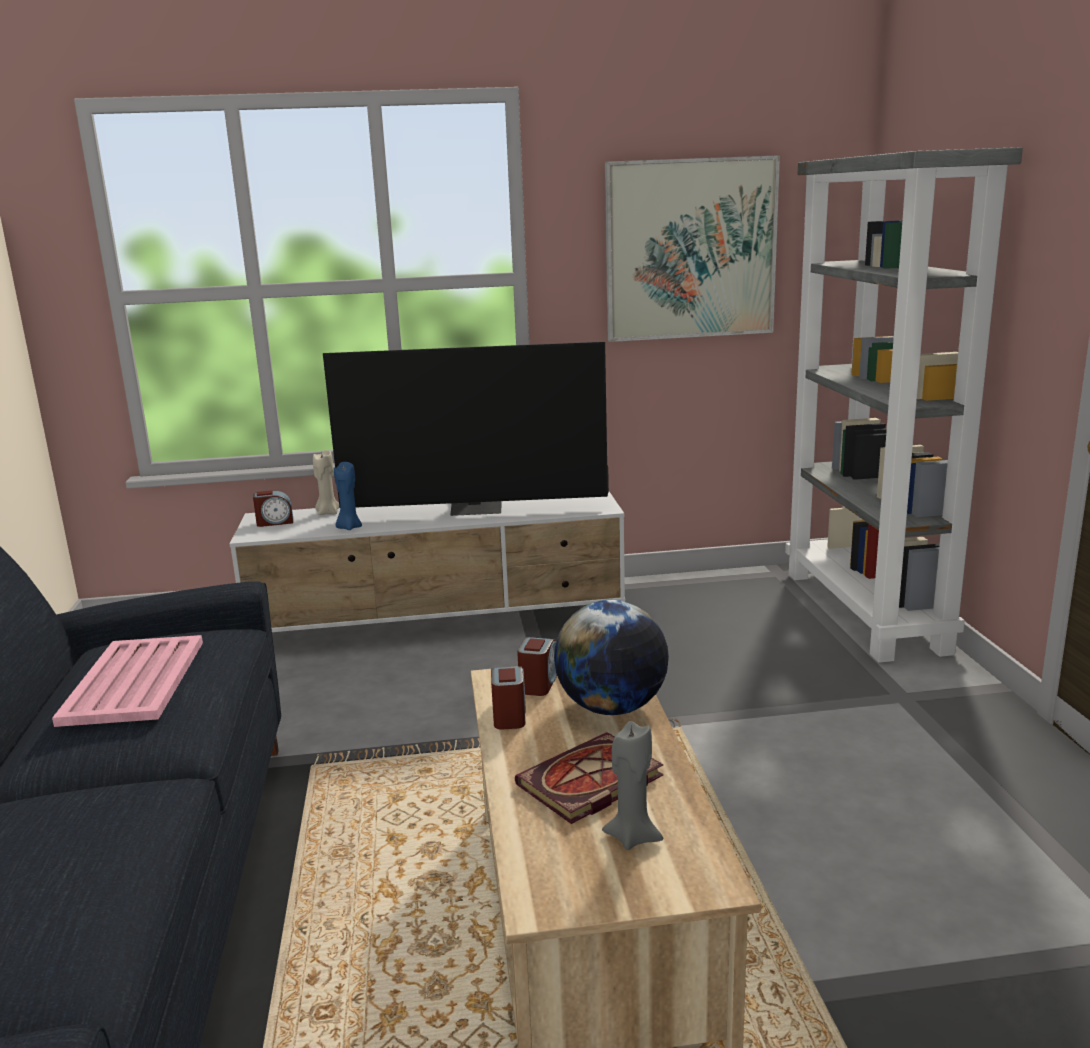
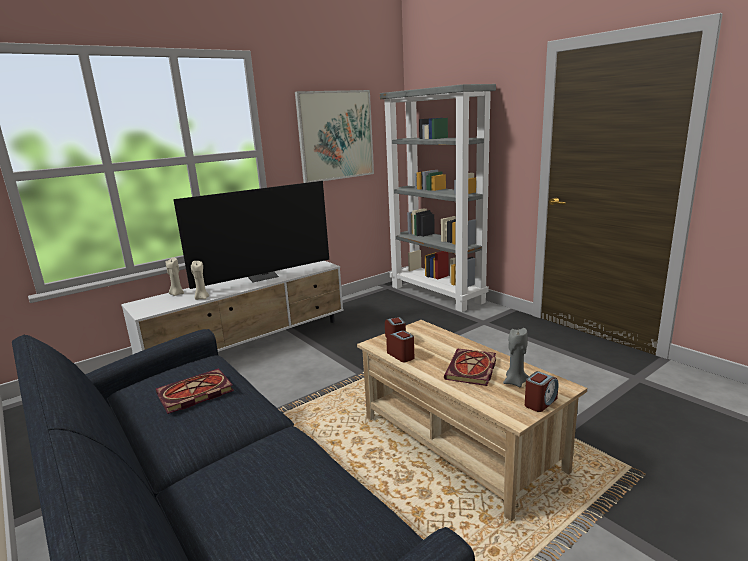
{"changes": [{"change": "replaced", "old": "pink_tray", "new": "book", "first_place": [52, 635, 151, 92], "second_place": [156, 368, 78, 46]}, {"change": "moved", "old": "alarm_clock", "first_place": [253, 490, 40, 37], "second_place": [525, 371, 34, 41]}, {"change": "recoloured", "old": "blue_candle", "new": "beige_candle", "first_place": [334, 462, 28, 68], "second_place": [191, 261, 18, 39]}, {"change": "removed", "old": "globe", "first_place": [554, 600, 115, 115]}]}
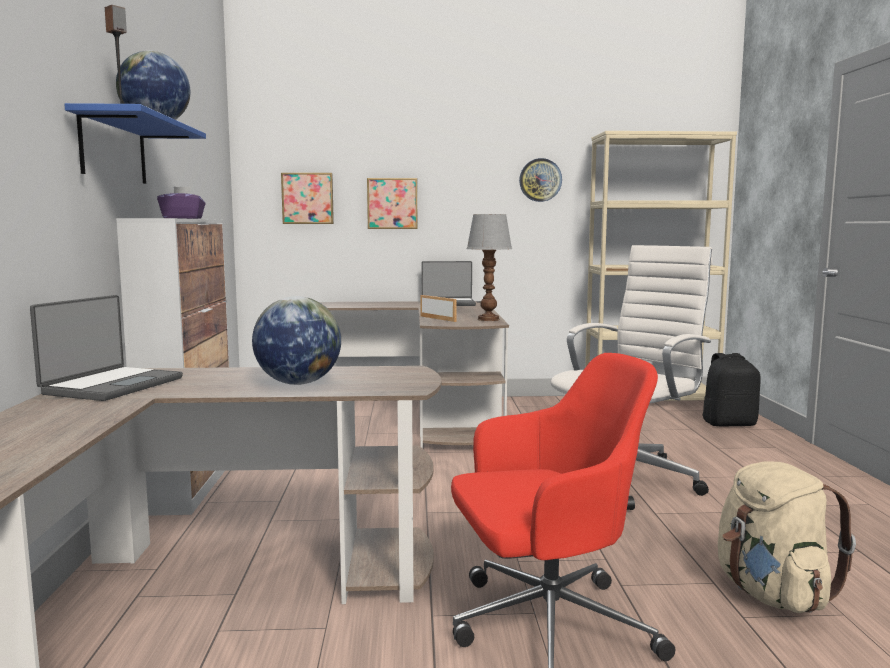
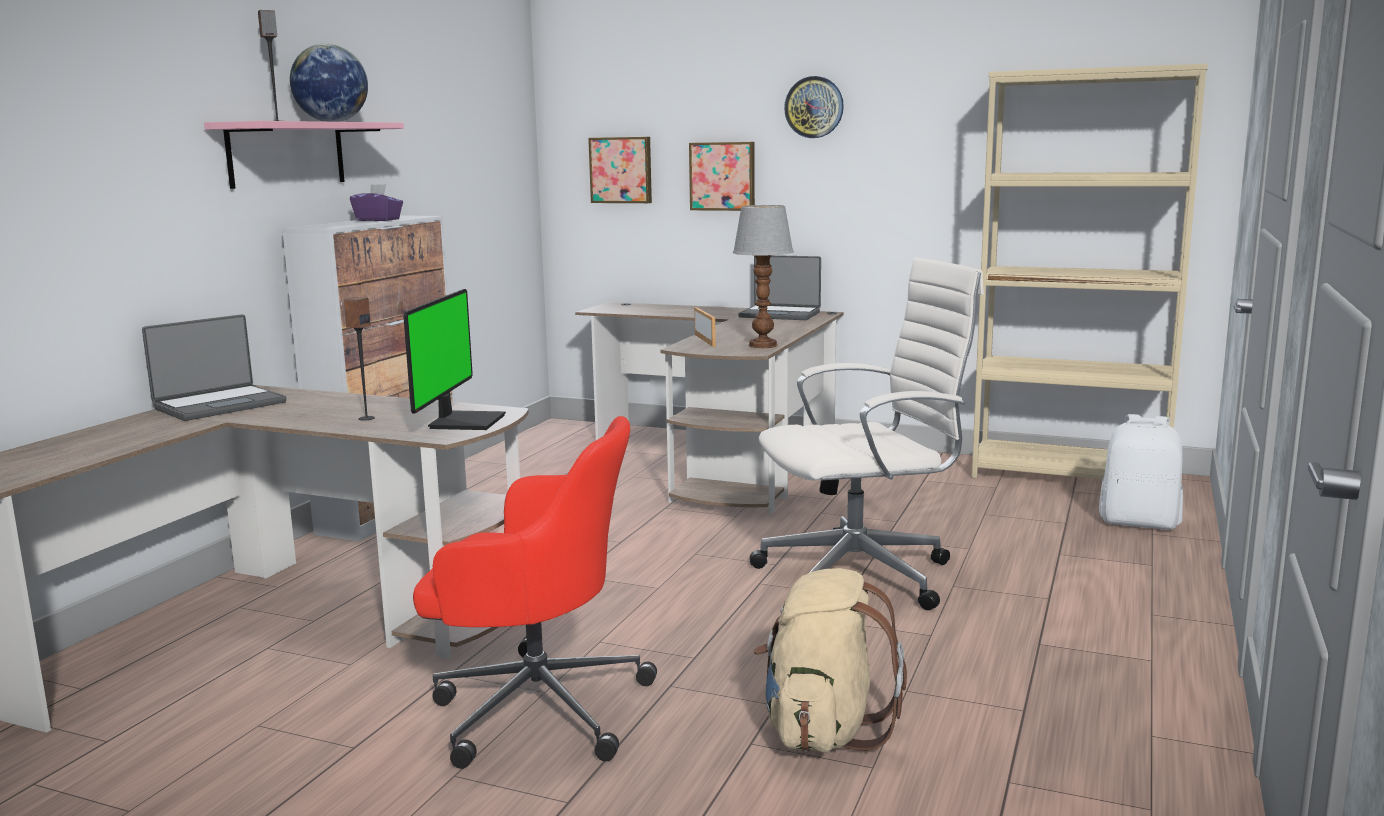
{"changes": [{"change": "recoloured", "old": "blue_shelf", "new": "pink_shelf", "first_place": [64, 103, 142, 81], "second_place": [204, 121, 200, 68]}, {"change": "replaced", "old": "globe", "new": "speaker", "first_place": [252, 296, 89, 89], "second_place": [343, 297, 32, 124]}, {"change": "moved", "old": "wall_clock", "first_place": [519, 158, 43, 44], "second_place": [784, 76, 60, 62]}, {"change": "recoloured", "old": "black_backpack", "new": "white_backpack", "first_place": [702, 353, 59, 73], "second_place": [1099, 414, 84, 116]}, {"change": "added", "new": "monitor", "second_place": [403, 289, 103, 141]}]}
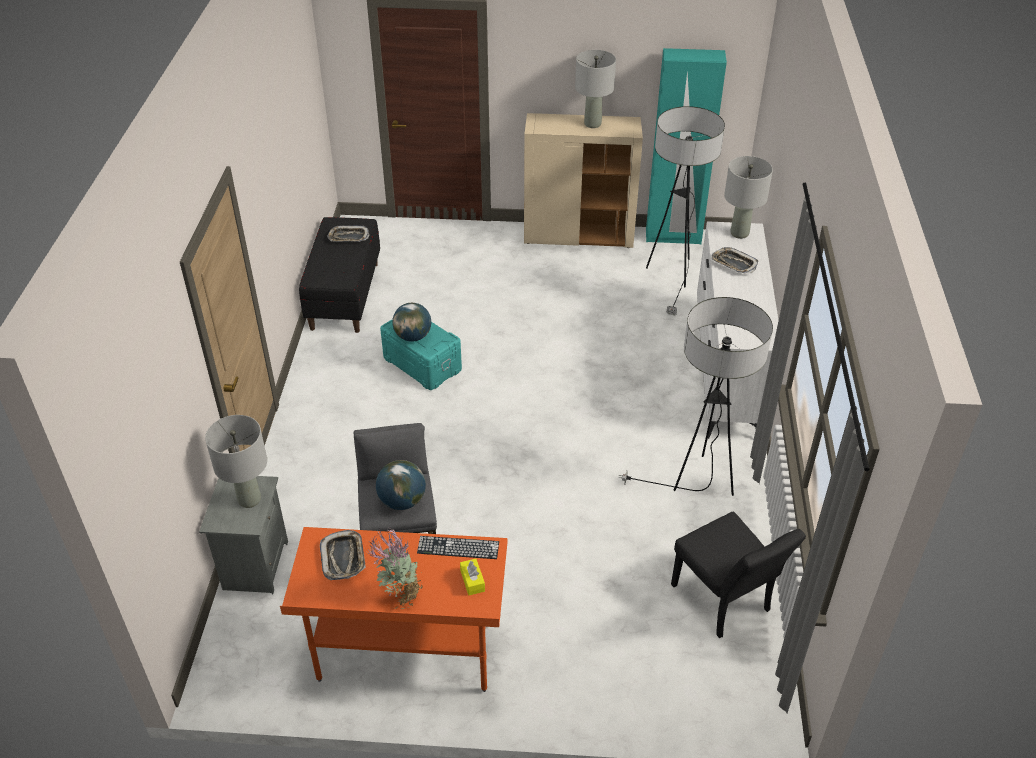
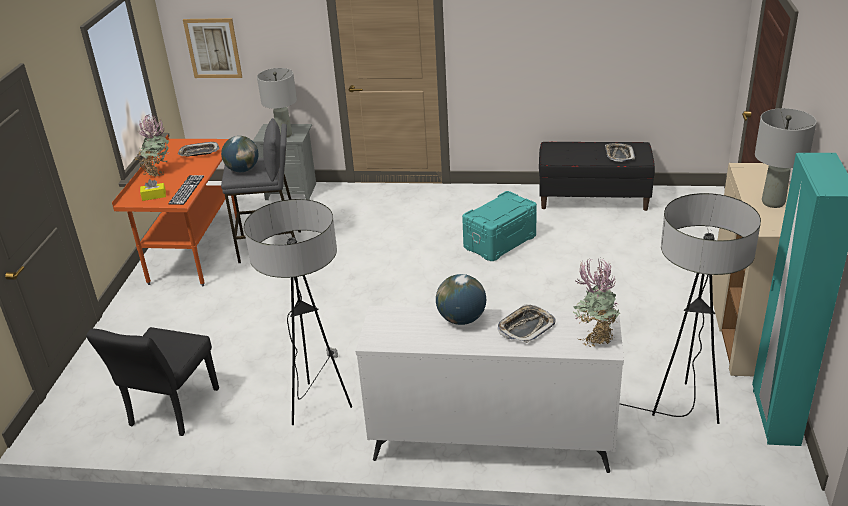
{"changes": [{"change": "moved", "old": "globe", "first_place": [392, 303, 39, 39], "second_place": [436, 274, 50, 51]}, {"change": "turned", "old": "black_chair", "first_place": [671, 512, 135, 126], "second_place": [86, 327, 133, 109], "degrees": -45}, {"change": "replaced", "old": "grey_table_lamp", "new": "potted_plant", "first_place": [724, 156, 49, 83], "second_place": [573, 259, 48, 88]}, {"change": "added", "new": "picture", "second_place": [183, 18, 59, 60]}]}
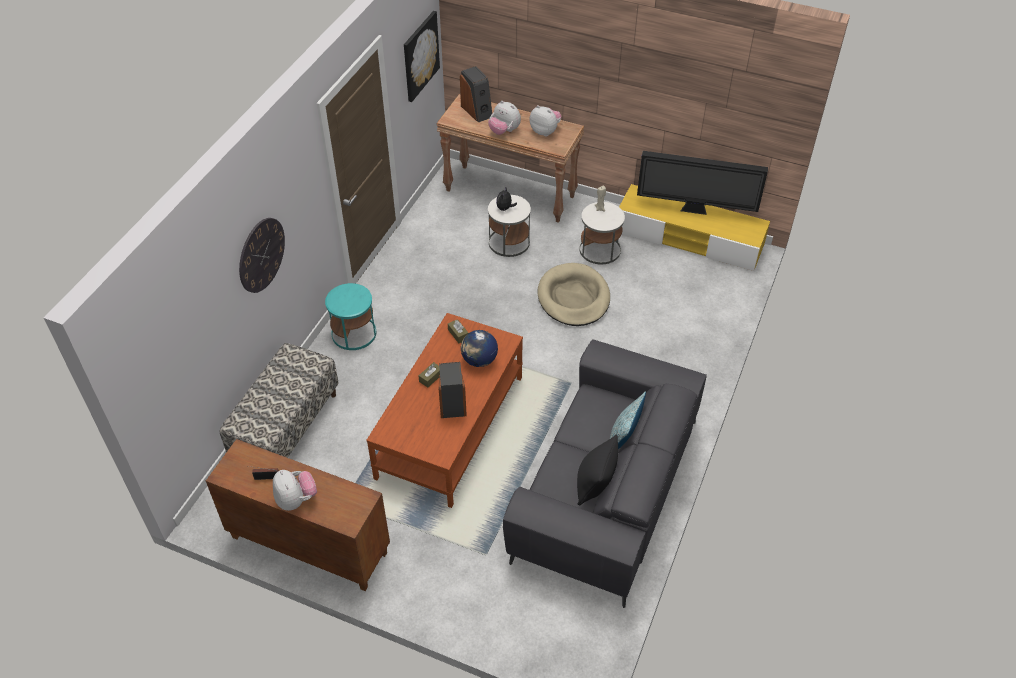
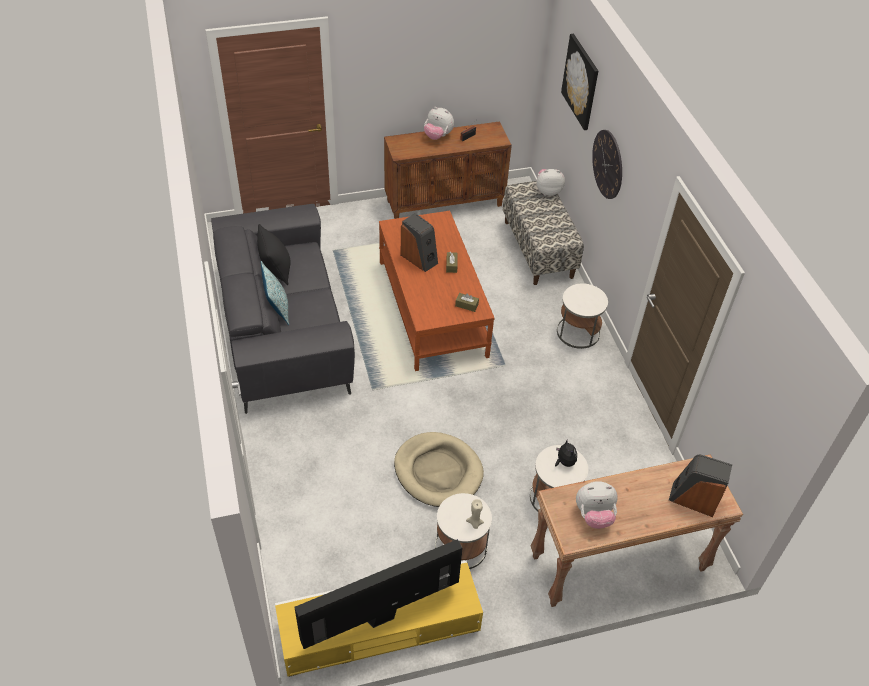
{"changes": [{"change": "recoloured", "old": "turquoise_side_table", "new": "white_side_table", "first_place": [325, 283, 51, 67], "second_place": [557, 283, 51, 66]}, {"change": "moved", "old": "picture", "first_place": [404, 11, 36, 91], "second_place": [561, 34, 37, 96]}, {"change": "removed", "old": "globe", "first_place": [461, 330, 37, 37]}, {"change": "moved", "old": "plush_toy", "first_place": [488, 101, 33, 34], "second_place": [536, 169, 29, 27]}]}
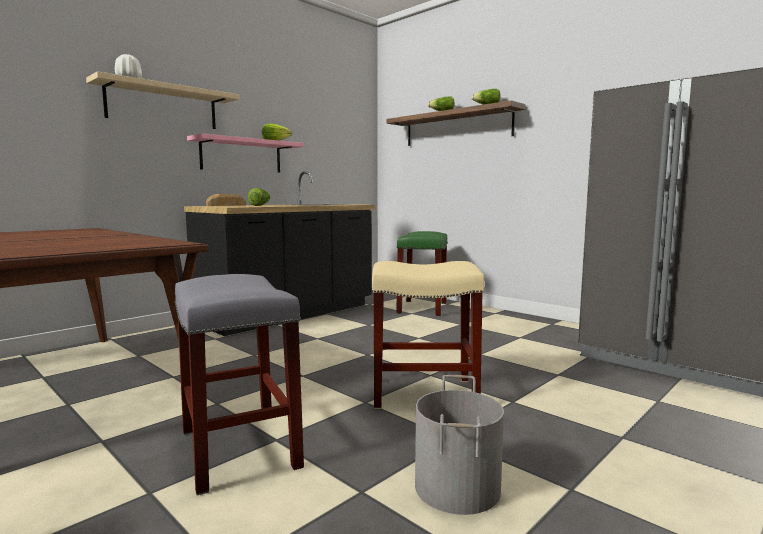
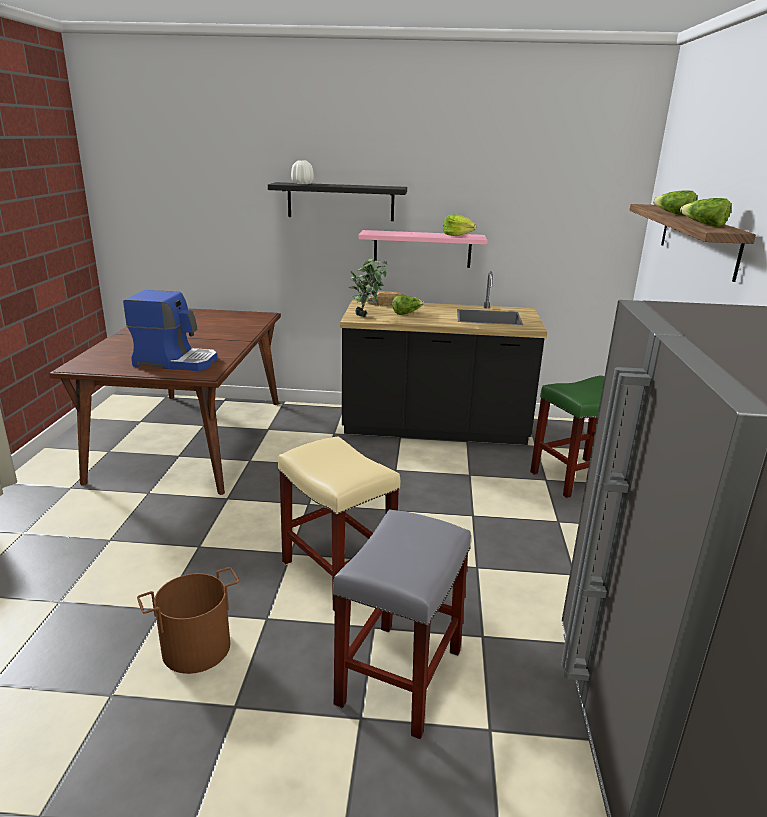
{"changes": [{"change": "recoloured", "old": "beige_shelf", "new": "black_shelf", "first_place": [86, 71, 153, 58], "second_place": [268, 182, 139, 39]}, {"change": "moved", "old": "grey_stool", "first_place": [174, 274, 130, 221], "second_place": [333, 510, 138, 229]}, {"change": "recoloured", "old": "grey_bucket", "new": "brown_bucket", "first_place": [415, 375, 89, 140], "second_place": [137, 567, 102, 107]}, {"change": "added", "new": "coffee_machine", "second_place": [123, 290, 94, 81]}, {"change": "added", "new": "potted_plant", "second_place": [349, 258, 39, 59]}]}
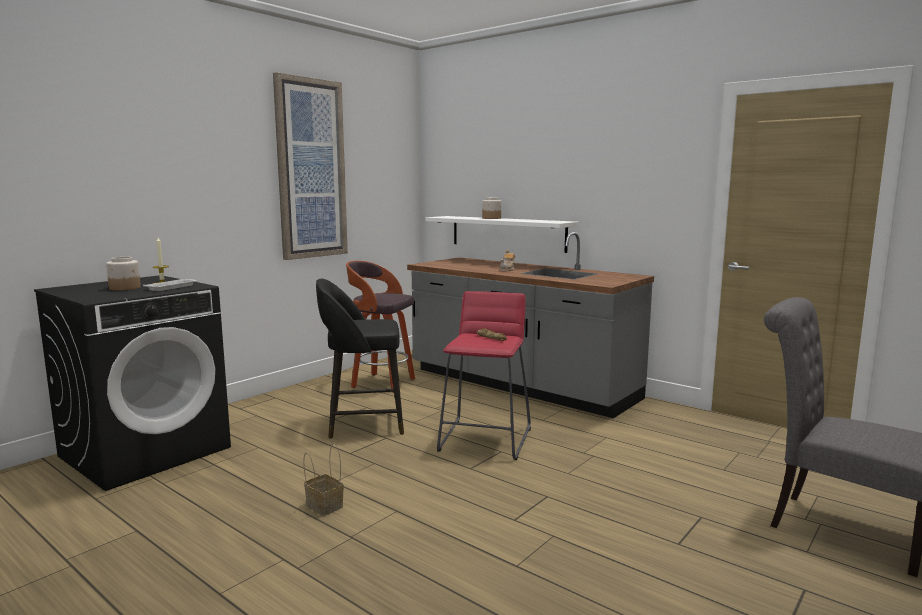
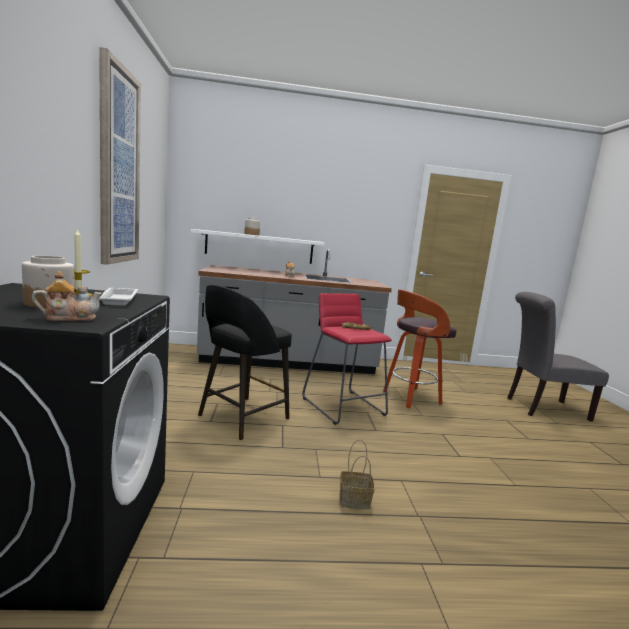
{"changes": [{"change": "moved", "old": "stool", "first_place": [346, 261, 69, 132], "second_place": [383, 289, 73, 119]}, {"change": "added", "new": "teapot", "second_place": [32, 271, 71, 50]}]}
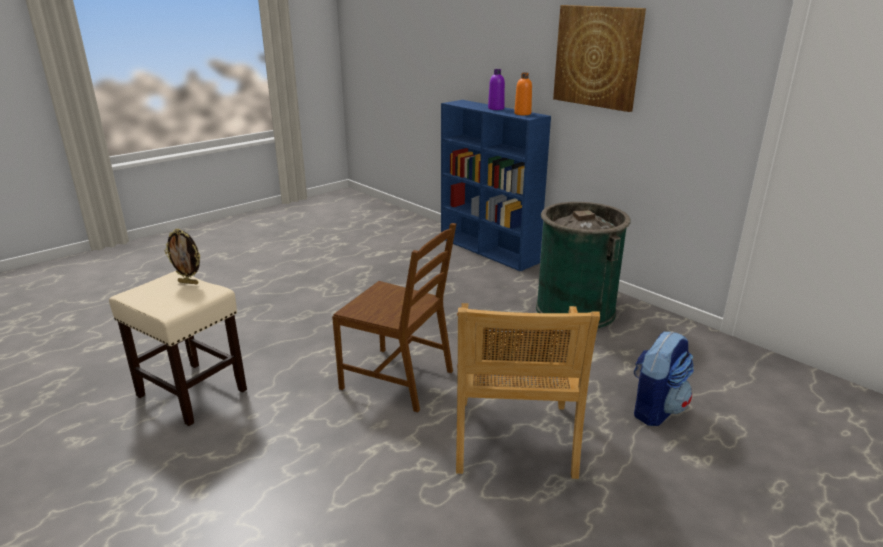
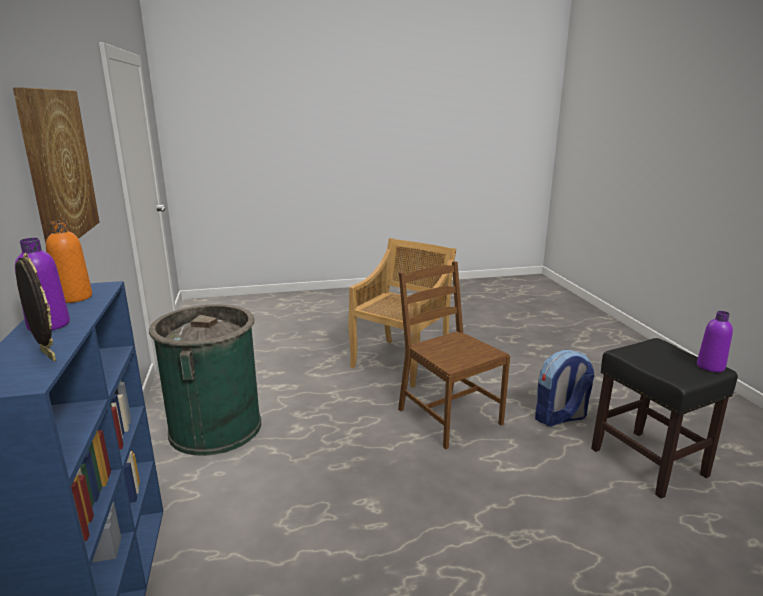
{"changes": [{"change": "recoloured", "old": "beige_stool", "new": "black_stool", "first_place": [109, 271, 138, 155], "second_place": [591, 338, 147, 160]}, {"change": "moved", "old": "picture_frame", "first_place": [165, 229, 35, 55], "second_place": [16, 253, 40, 109]}, {"change": "moved", "old": "backpack", "first_place": [634, 331, 60, 95], "second_place": [535, 350, 59, 77]}, {"change": "added", "new": "purple_bottle", "second_place": [697, 311, 36, 61]}]}
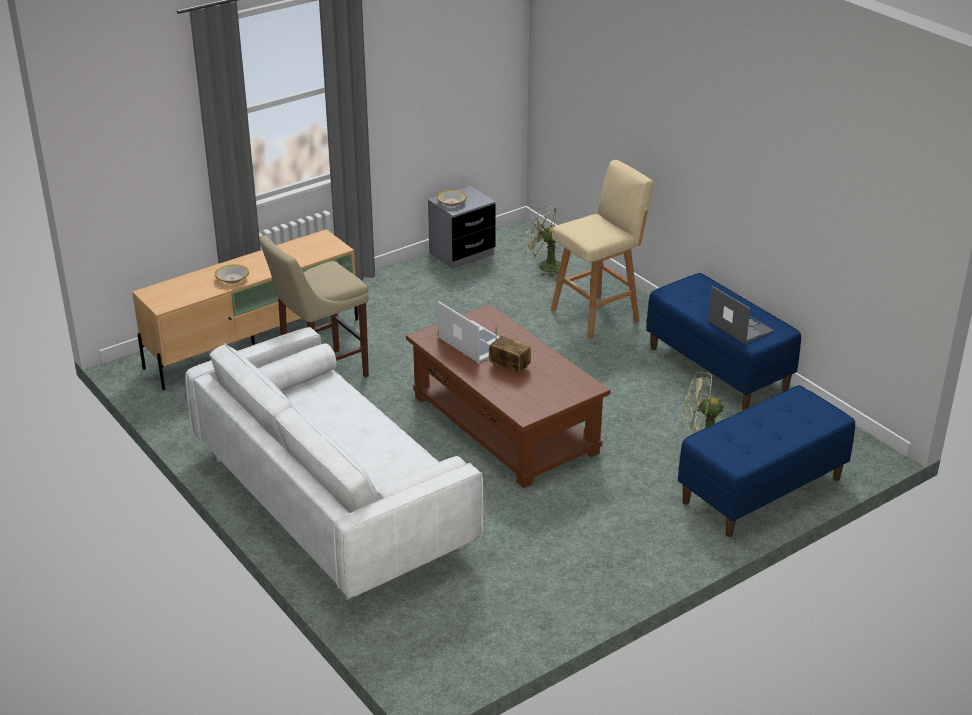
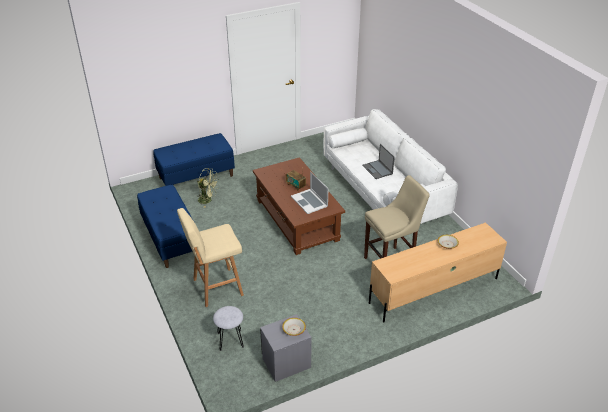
{"changes": [{"change": "replaced", "old": "green_fan", "new": "grey_stool", "first_place": [525, 205, 42, 72], "second_place": [213, 306, 31, 45]}, {"change": "moved", "old": "laptop", "first_place": [708, 286, 66, 58], "second_place": [362, 144, 33, 35]}]}
